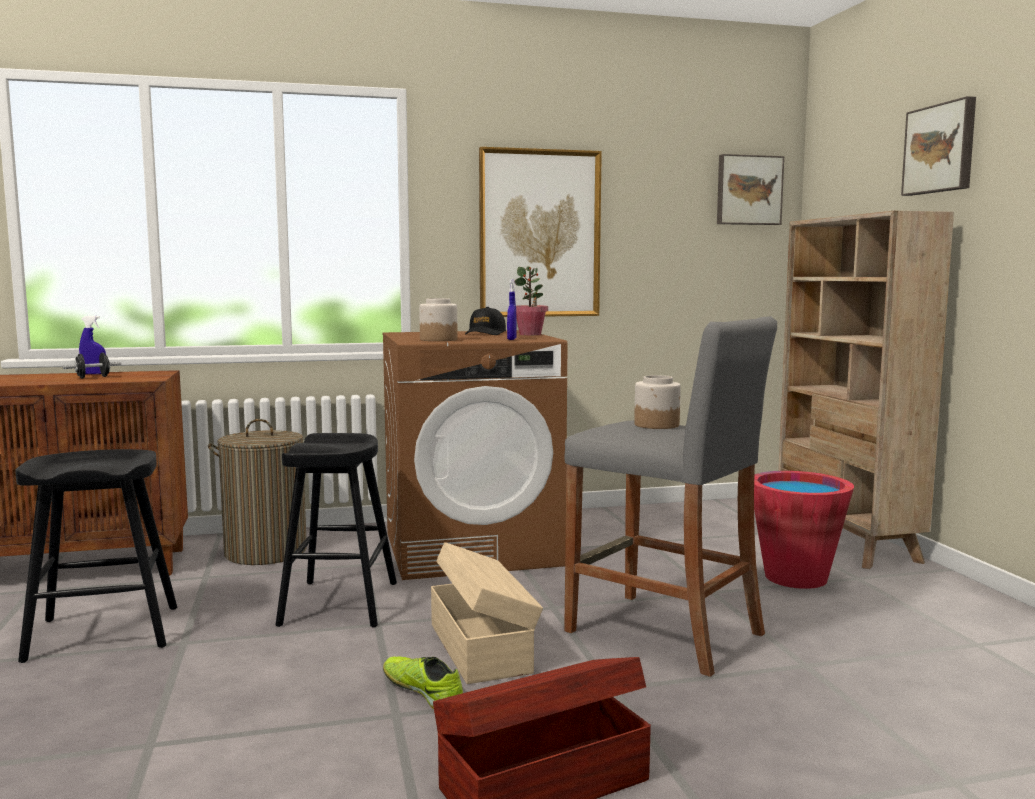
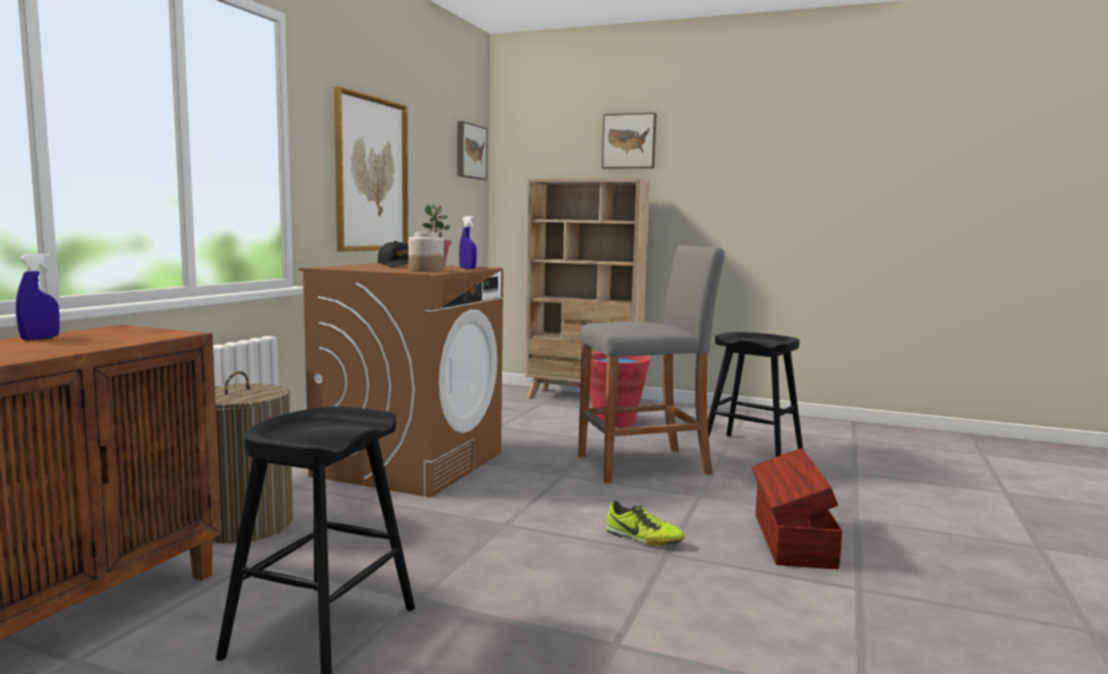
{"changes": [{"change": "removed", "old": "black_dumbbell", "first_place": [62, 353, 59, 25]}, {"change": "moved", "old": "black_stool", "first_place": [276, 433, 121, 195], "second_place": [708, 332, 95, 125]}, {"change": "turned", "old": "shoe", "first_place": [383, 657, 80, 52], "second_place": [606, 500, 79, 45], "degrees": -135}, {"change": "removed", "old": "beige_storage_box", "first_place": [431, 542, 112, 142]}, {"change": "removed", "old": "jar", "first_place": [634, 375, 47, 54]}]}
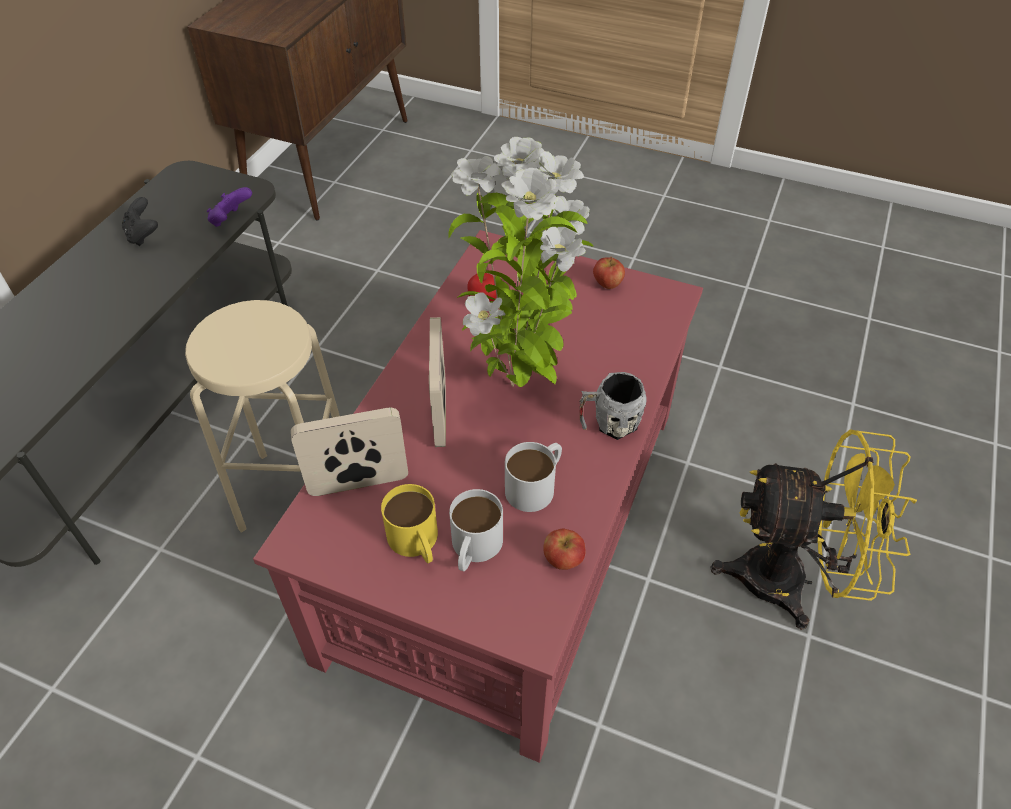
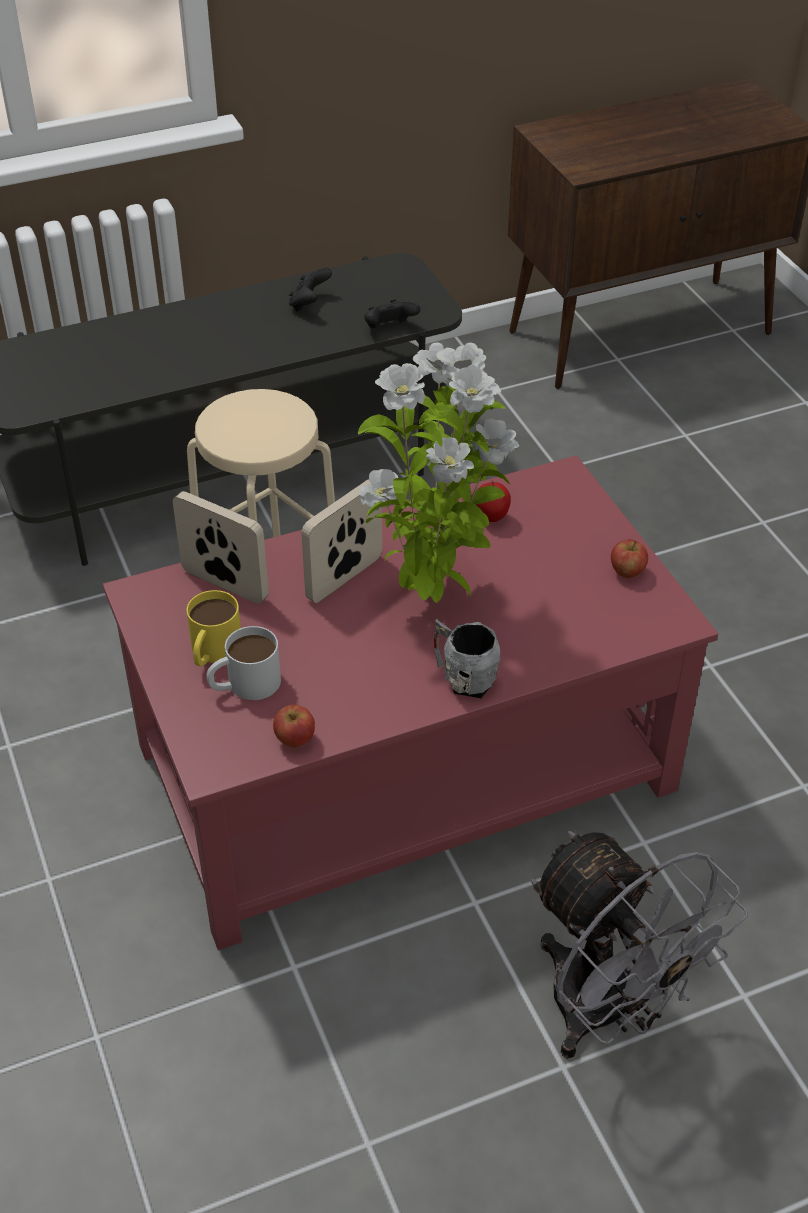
{"changes": [{"change": "recoloured", "old": "purple_game_controller", "new": "black_game_controller", "first_place": [207, 187, 45, 40], "second_place": [364, 299, 56, 29]}, {"change": "removed", "old": "white_mug", "first_place": [505, 442, 57, 70]}, {"change": "recoloured", "old": "yellow_fan", "new": "grey_fan", "first_place": [711, 429, 206, 201], "second_place": [531, 831, 217, 228]}]}
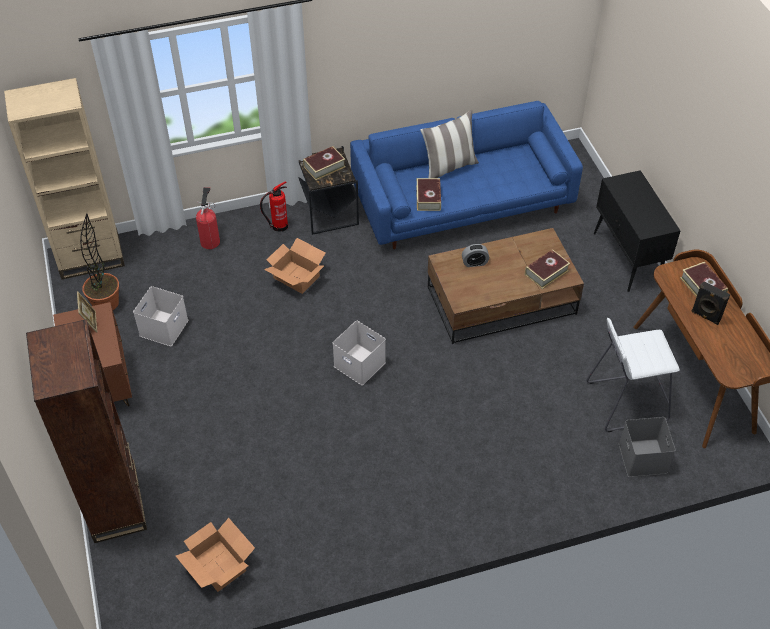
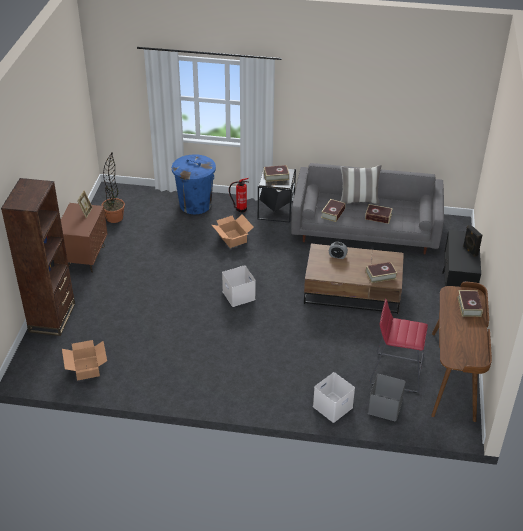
{"changes": [{"change": "removed", "old": "beige_bookcase", "first_place": [4, 78, 121, 201]}, {"change": "moved", "old": "white_storage_box", "first_place": [133, 286, 56, 60], "second_place": [313, 372, 42, 51]}, {"change": "replaced", "old": "fire_extinguisher", "new": "blue_trash_can", "first_place": [196, 187, 24, 62], "second_place": [172, 154, 44, 60]}, {"change": "recoloured", "old": "blue_sofa", "new": "grey_sofa", "first_place": [350, 101, 233, 148], "second_place": [291, 163, 153, 91]}, {"change": "recoloured", "old": "white_stool", "new": "red_stool", "first_place": [586, 318, 94, 114], "second_place": [370, 299, 58, 94]}, {"change": "moved", "old": "black_speaker", "first_place": [691, 281, 39, 44], "second_place": [463, 225, 19, 32]}, {"change": "added", "new": "book", "second_place": [365, 204, 28, 20]}]}
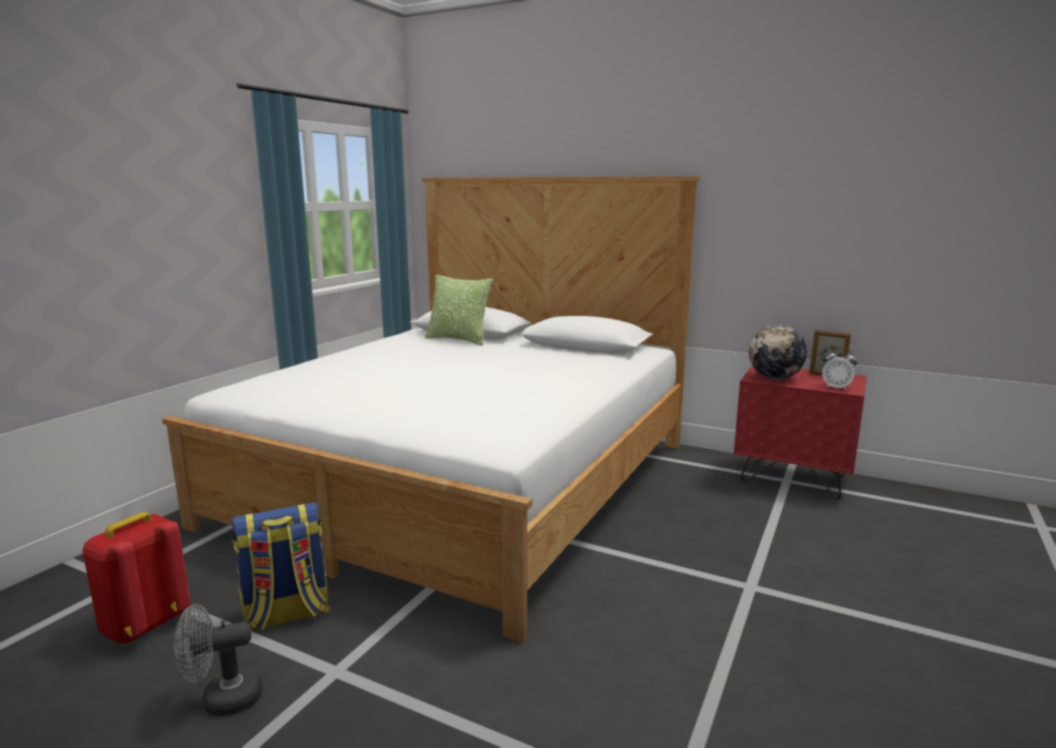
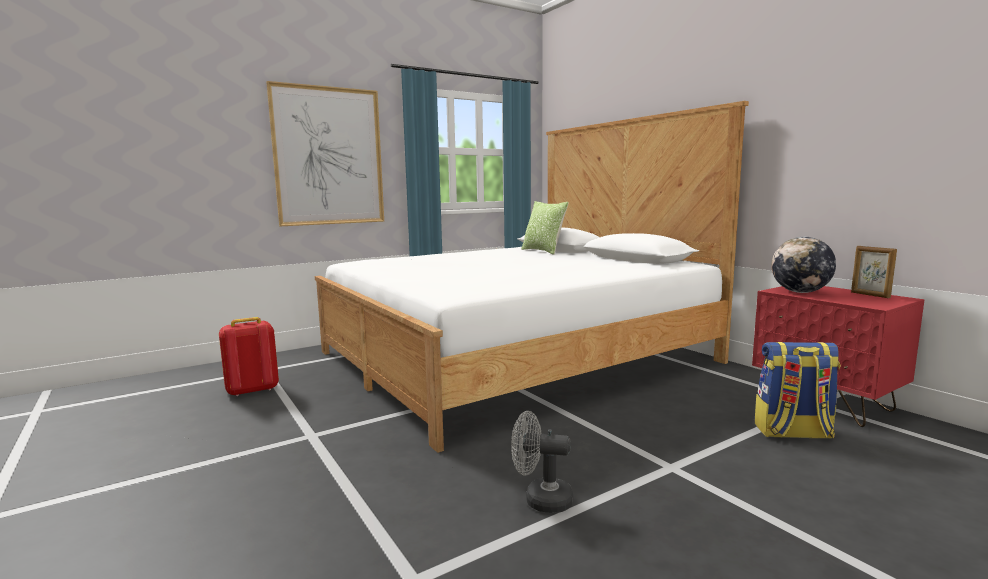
{"changes": [{"change": "moved", "old": "grey_fan", "first_place": [174, 604, 88, 112], "second_place": [511, 411, 62, 102]}, {"change": "moved", "old": "backpack", "first_place": [231, 502, 99, 129], "second_place": [755, 342, 85, 97]}, {"change": "removed", "old": "alarm_clock", "first_place": [822, 347, 36, 44]}, {"change": "added", "new": "picture", "second_place": [266, 81, 118, 145]}]}
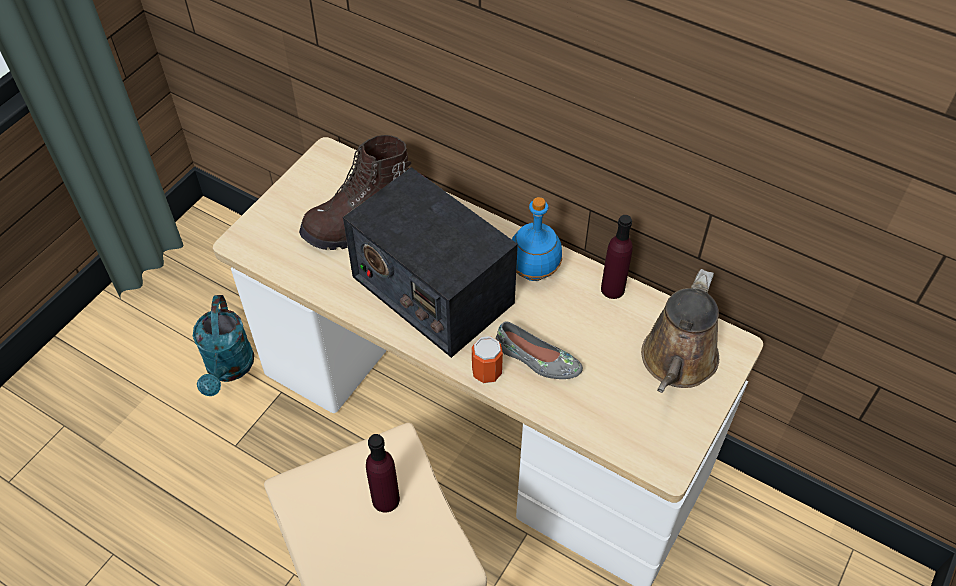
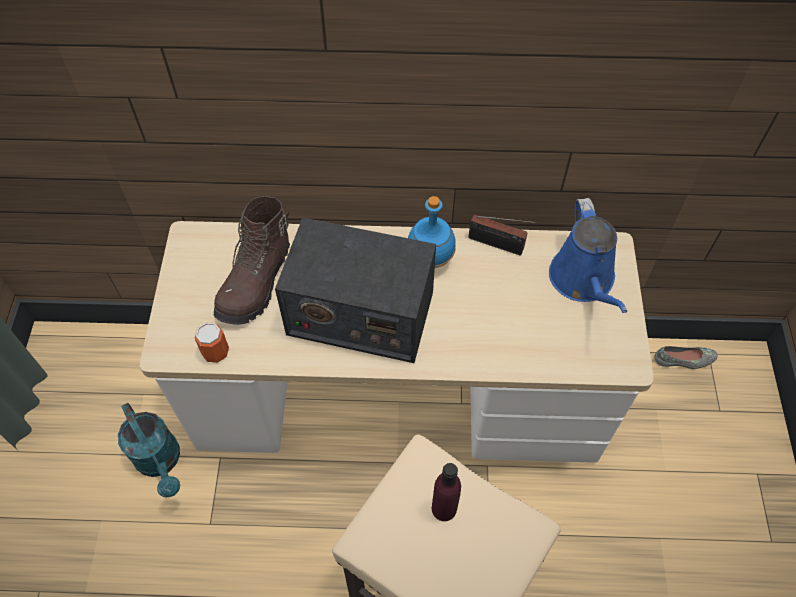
{"changes": [{"change": "moved", "old": "can", "first_place": [472, 336, 31, 47], "second_place": [194, 322, 35, 41]}, {"change": "moved", "old": "grey_shoe", "first_place": [495, 321, 88, 58], "second_place": [654, 346, 64, 23]}, {"change": "replaced", "old": "purple_bottle", "new": "radio", "first_place": [601, 215, 32, 84], "second_place": [468, 215, 69, 40]}, {"change": "recoloured", "old": "brown_watering_can", "new": "blue_watering_can", "first_place": [641, 269, 78, 124], "second_place": [549, 198, 78, 115]}]}
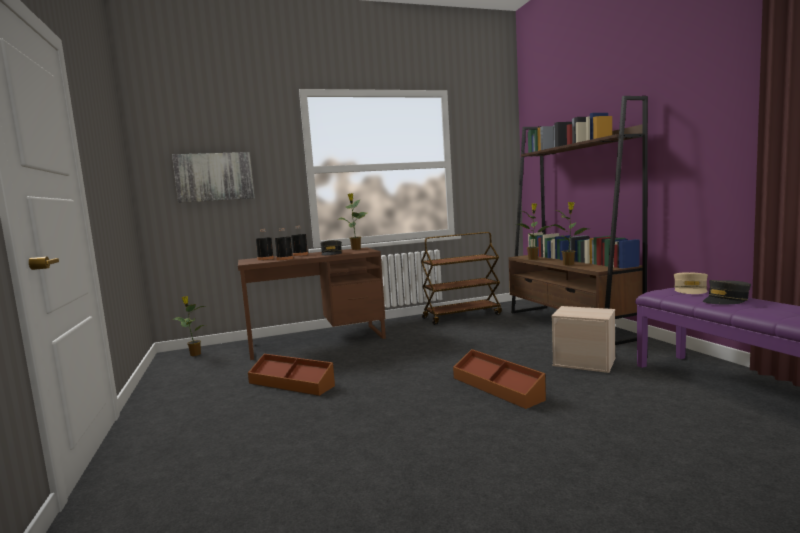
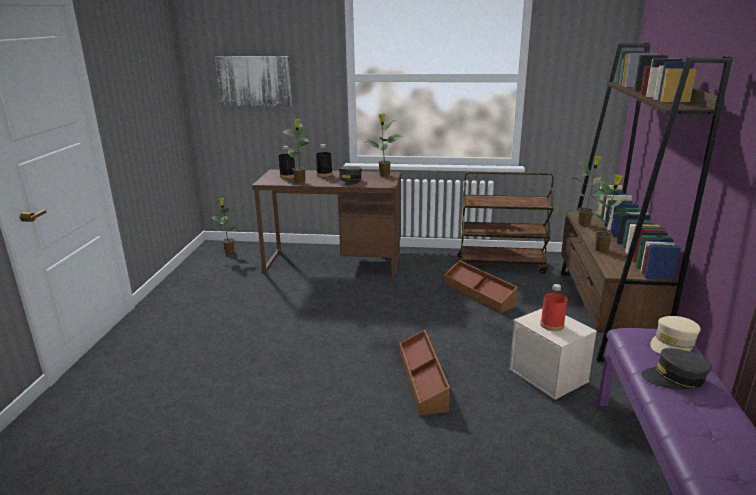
{"changes": [{"change": "moved", "old": "brown_storage_box", "first_place": [248, 354, 87, 42], "second_place": [444, 260, 74, 53]}, {"change": "replaced", "old": "black_bottle", "new": "potted_plant", "first_place": [275, 228, 18, 32], "second_place": [283, 118, 26, 65]}, {"change": "added", "new": "red_bottle", "second_place": [540, 284, 27, 47]}]}
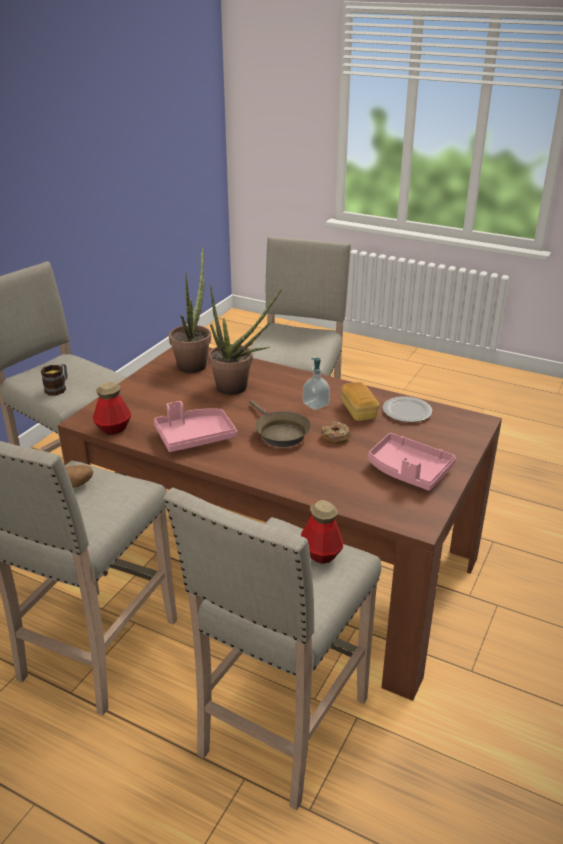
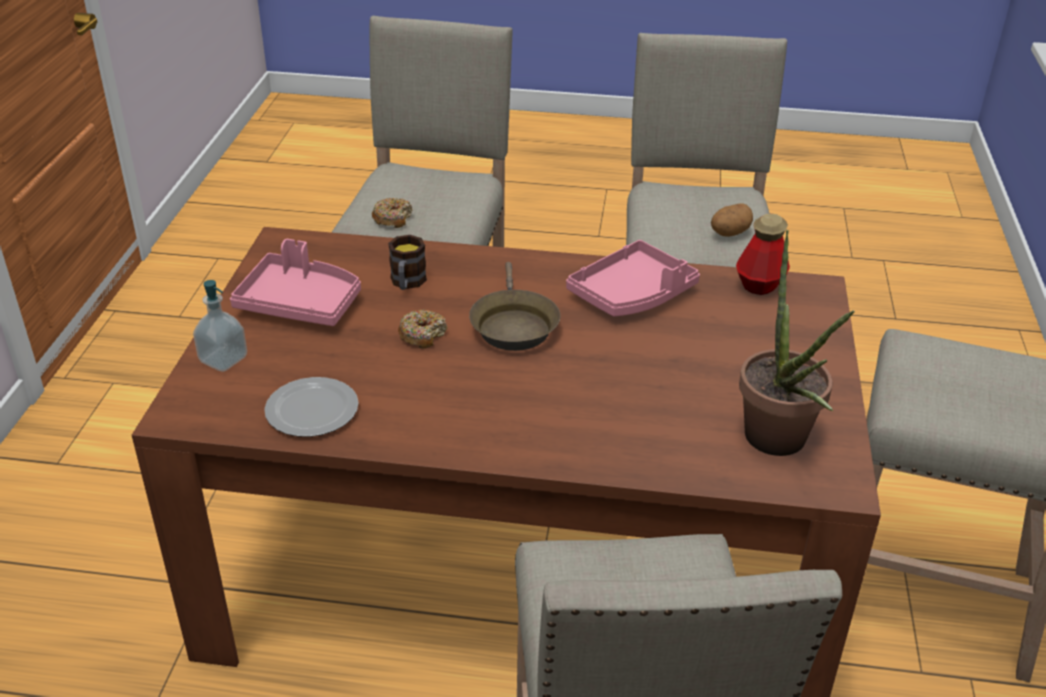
{"changes": [{"change": "moved", "old": "mug", "first_place": [41, 364, 26, 32], "second_place": [388, 235, 39, 55]}, {"change": "removed", "old": "potted_plant", "first_place": [208, 284, 74, 111]}, {"change": "turned", "old": "brown_frying_pan", "first_place": [249, 400, 62, 47], "second_place": [469, 262, 92, 89], "degrees": -135}, {"change": "replaced", "old": "bottle", "new": "donut", "first_place": [301, 500, 42, 64], "second_place": [372, 198, 40, 30]}, {"change": "moved", "old": "soap_dispenser", "first_place": [303, 358, 27, 52], "second_place": [193, 280, 54, 92]}, {"change": "removed", "old": "bread", "first_place": [341, 382, 38, 39]}]}
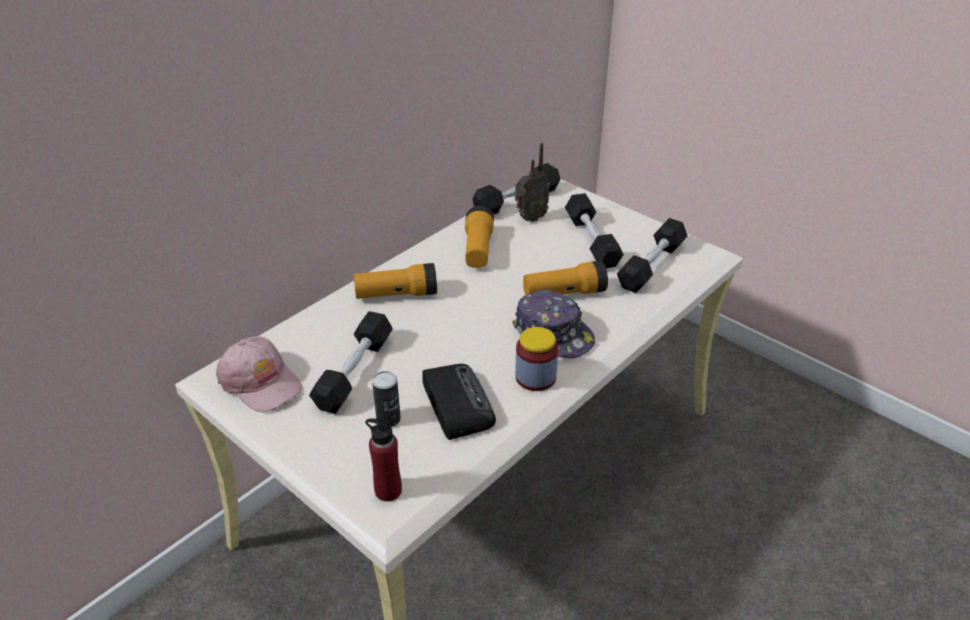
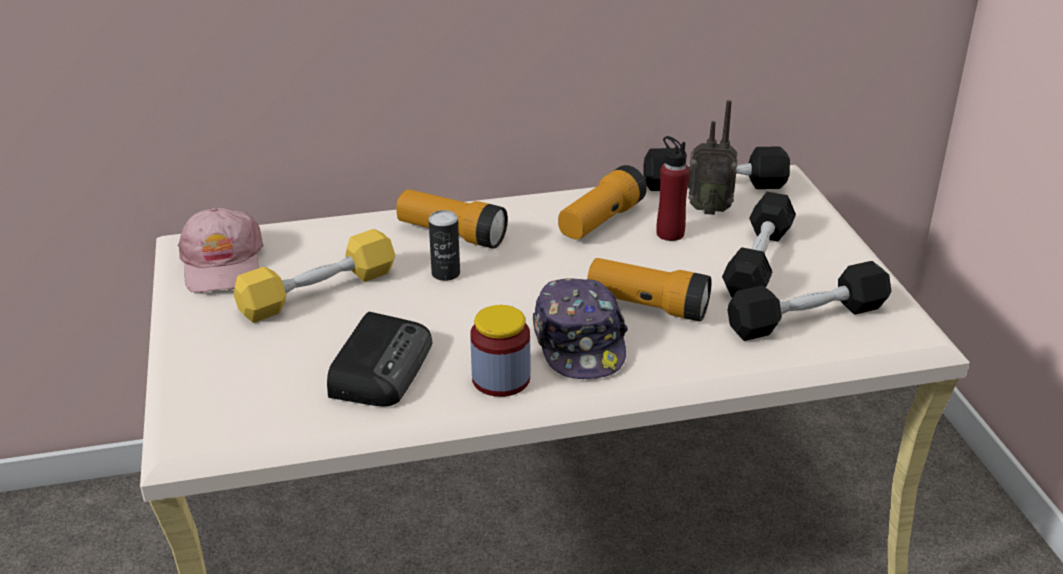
{"changes": [{"change": "recoloured", "old": "black_dumbbell", "new": "yellow_dumbbell", "first_place": [309, 311, 84, 103], "second_place": [234, 229, 161, 94]}, {"change": "moved", "old": "red_bottle", "first_place": [365, 418, 37, 83], "second_place": [656, 136, 34, 105]}, {"change": "moved", "old": "can", "first_place": [372, 371, 29, 56], "second_place": [429, 210, 31, 71]}]}
